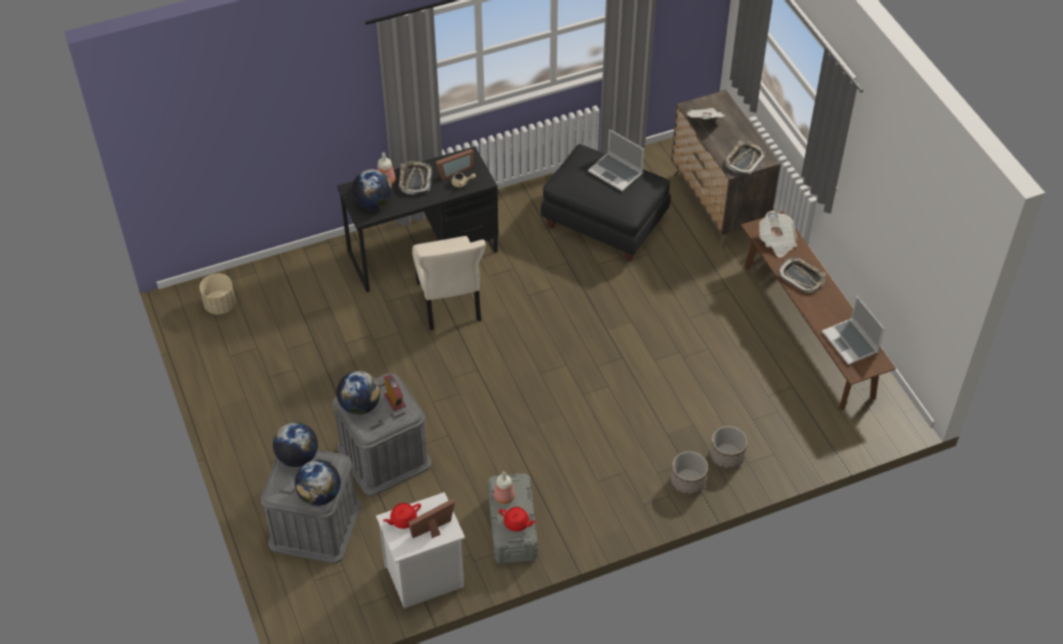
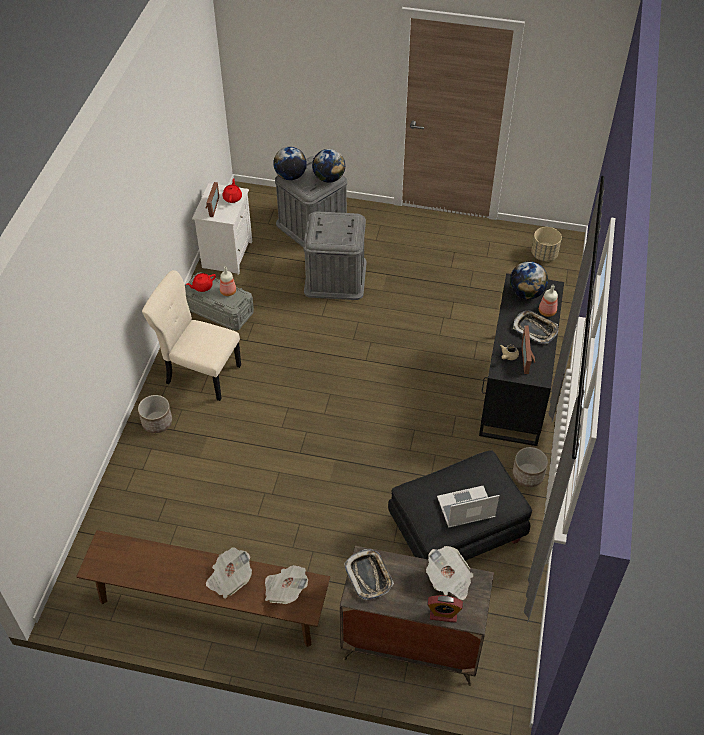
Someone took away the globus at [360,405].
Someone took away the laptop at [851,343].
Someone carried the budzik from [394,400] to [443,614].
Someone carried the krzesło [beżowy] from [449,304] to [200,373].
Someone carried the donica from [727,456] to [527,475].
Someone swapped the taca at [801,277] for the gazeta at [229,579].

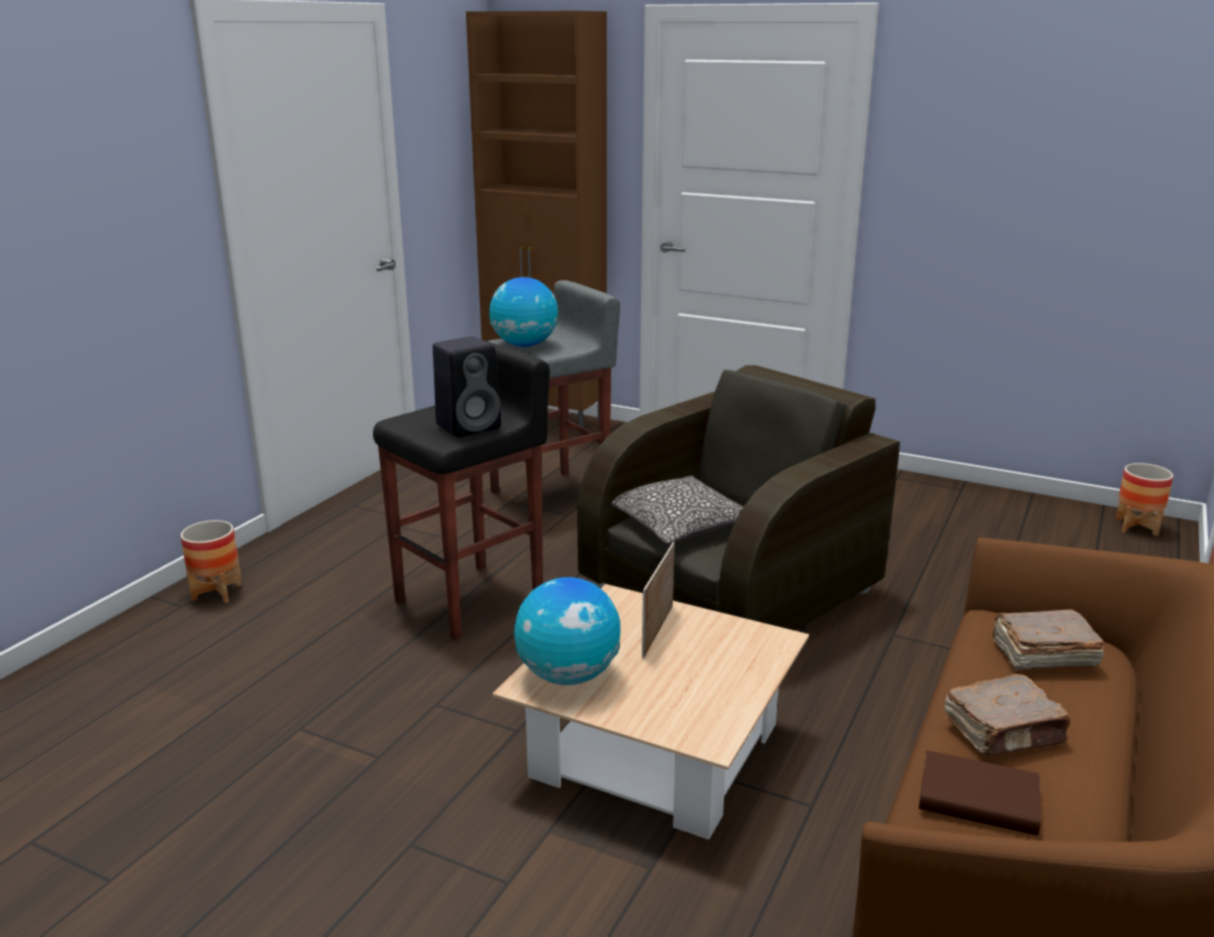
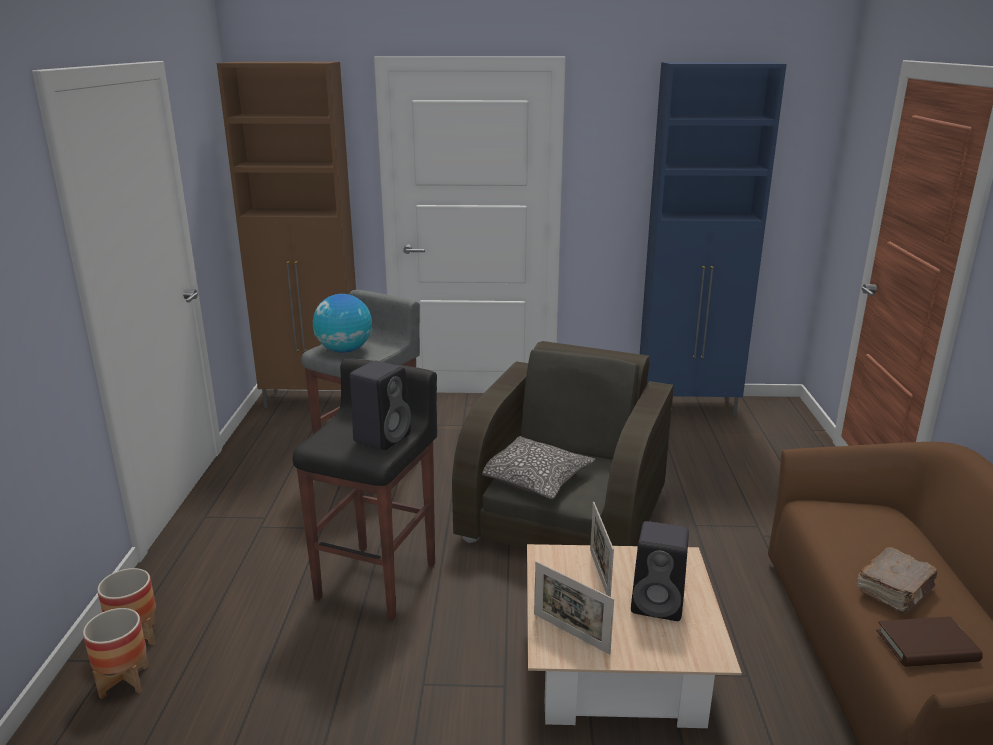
Someone took away the książka [brązowy] at [1042,655].
Someone put down the głośnik [czarny] at [659,604].
Someone put down the szafka [niebieski] at [688,407].
Someone carried the donica from [1136,527] to [124,681].
Someone swapped the globus at [568,676] for the ramka na zdjęcie at [571,633].

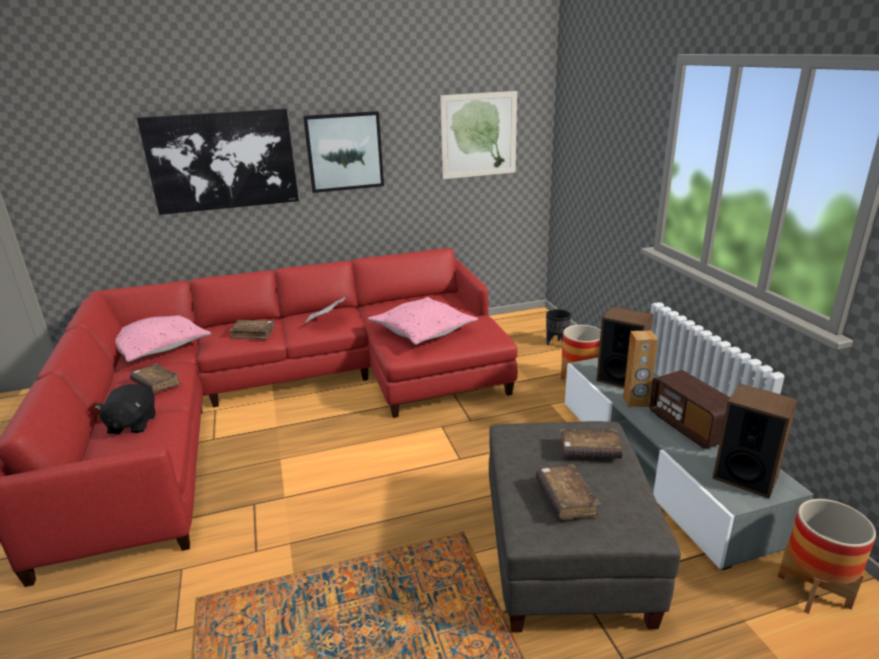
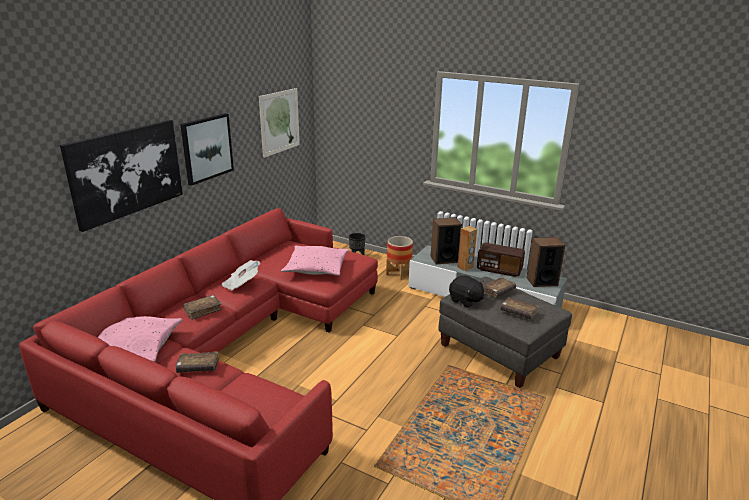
Someone took away the donica at [813,591].
Someone carried the pluszak [czarny] from [132,424] to [465,301].

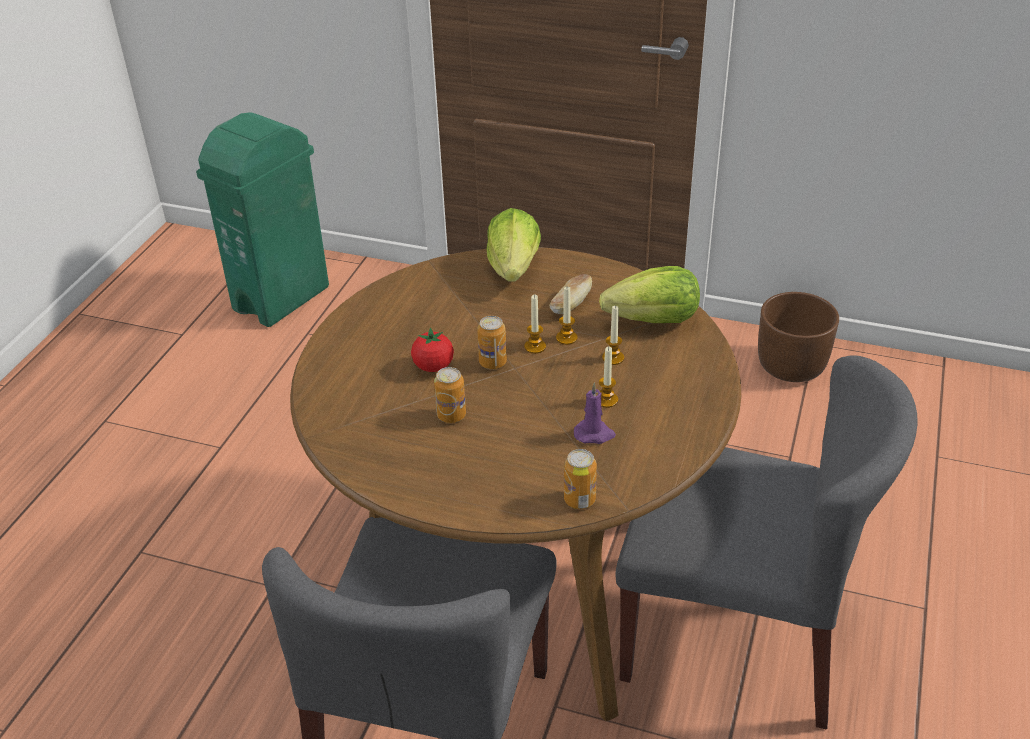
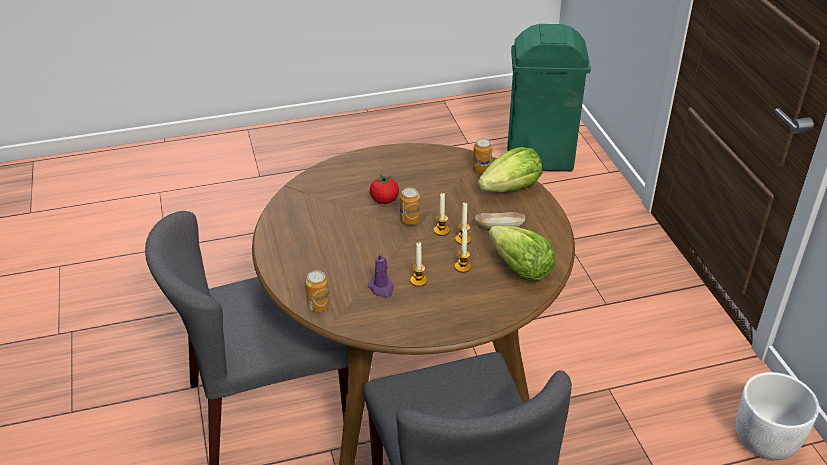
Someone carried the puszka from [451,415] to [481,170].
Someone repainted the donica [brązowy] at [790,366], which became the donica [biały] at [765,439].

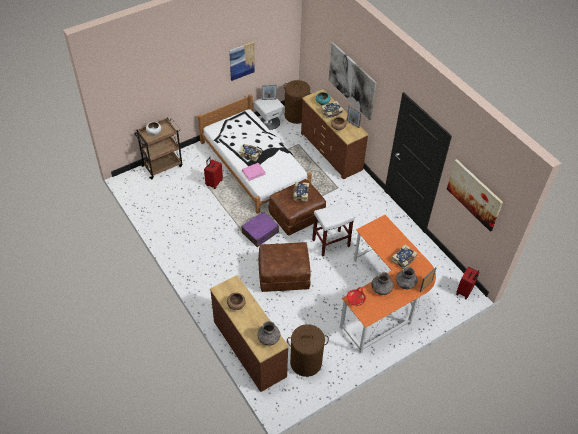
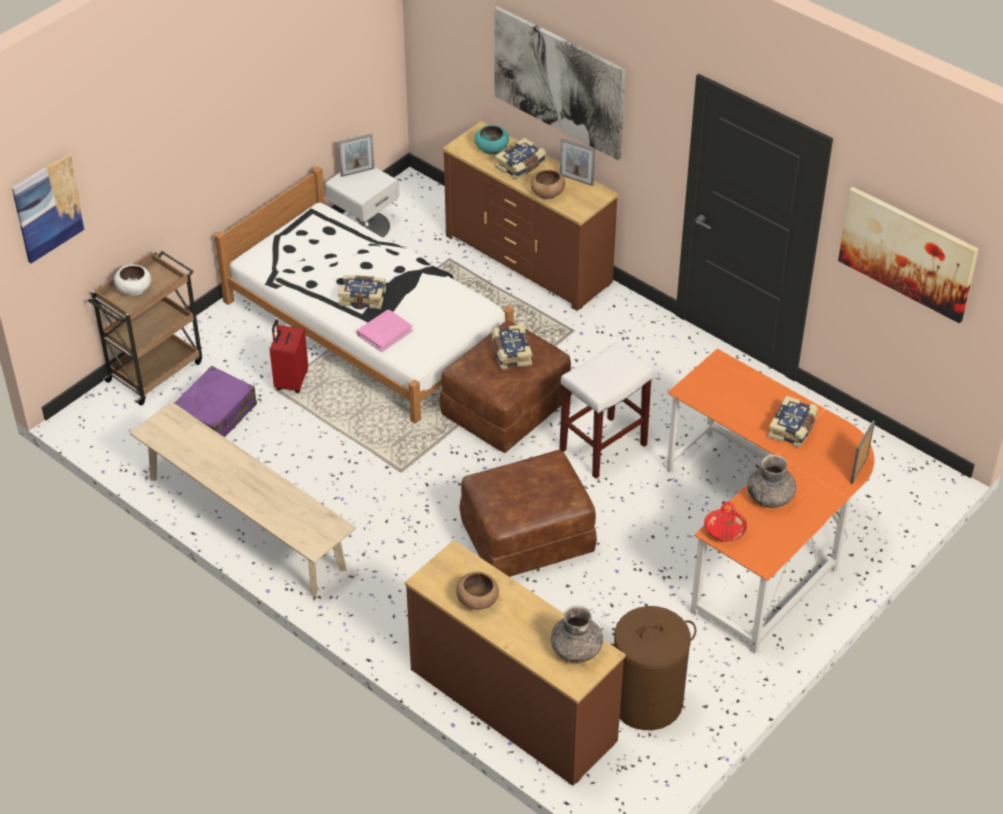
Someone took away the kosz na pranie [brązowy] at [296,115].
Someone took away the wazon [szary] at [405,283].
Someone took away the walizka [czerwony] at [464,291].
Someone put down the ławka [beżowy] at [246,523].
Someone carried the obraz from [242,61] to [48,208].
Someone carried the walizka [fioletowy] from [260,233] to [216,414].

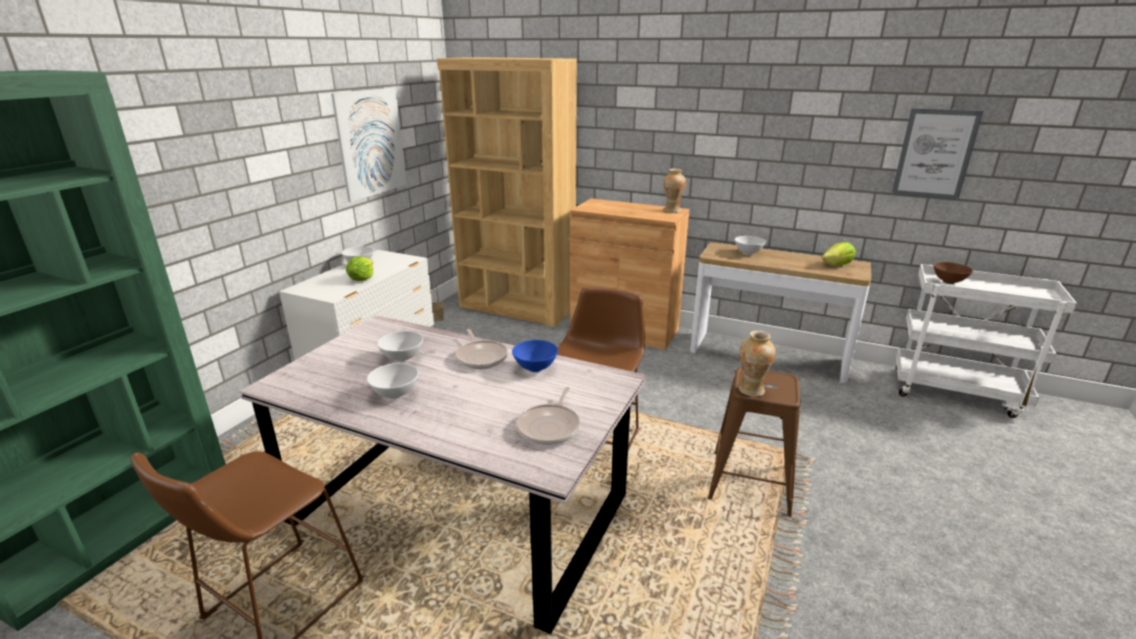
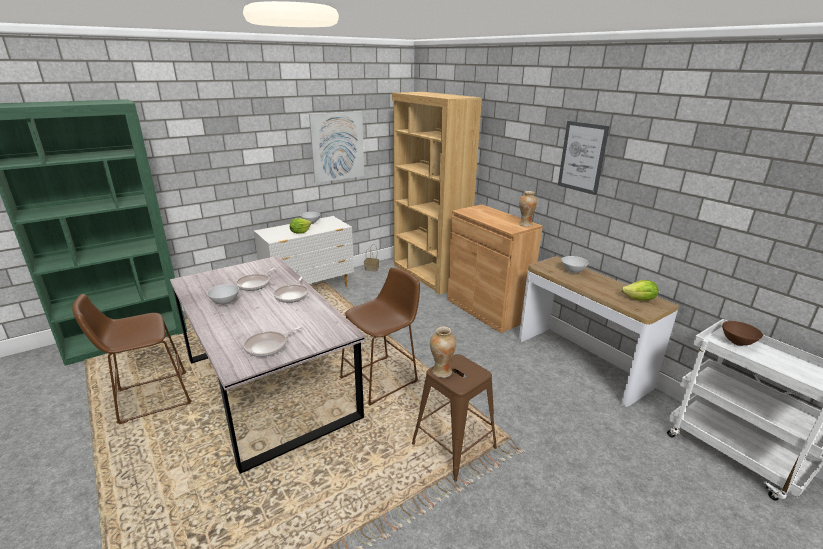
Someone took away the miska [niebieski] at [535,368].
Someone carried the obraz from [935,154] to [582,157].
Someone swapped the miska [biały] at [403,358] for the patelnia at [255,284].

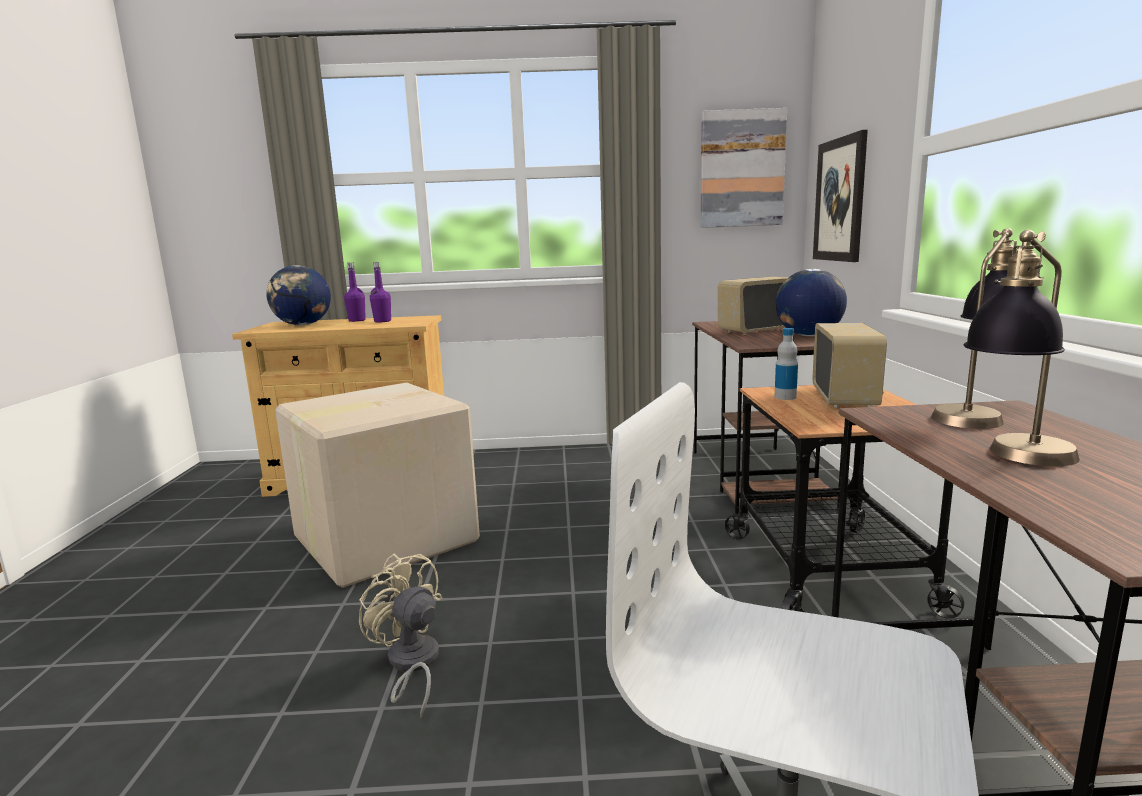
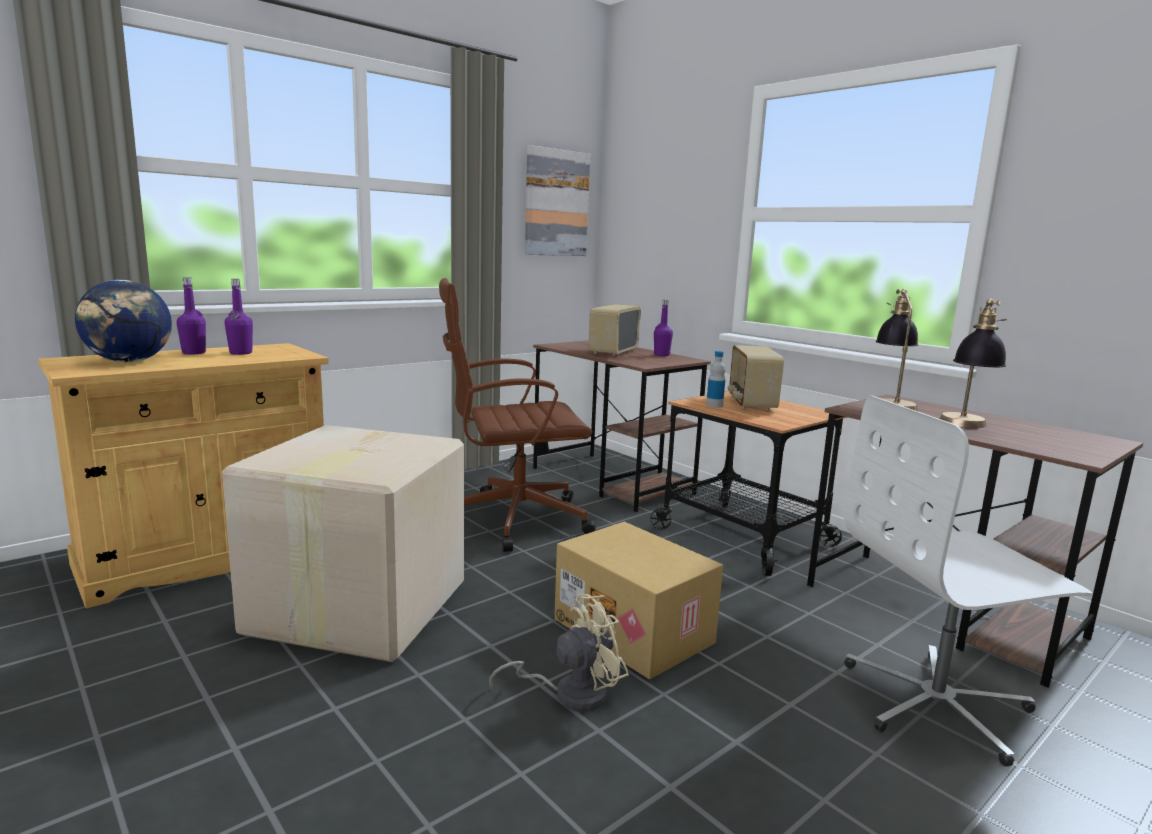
Someone took away the obraz at [840,200].
Someone put down the krzesło biurowe [brązowy] at [512,519].
Someone put down the karton at [635,630].
Someone swapped the globus at [808,335] for the butelka [fioletowy] at [661,355].
Someone rotated the wentylator [beżowy] at [411,665] by 150 degrees clockwise.
Someone rotated the radio at [845,399] by 150 degrees counterclockwise.

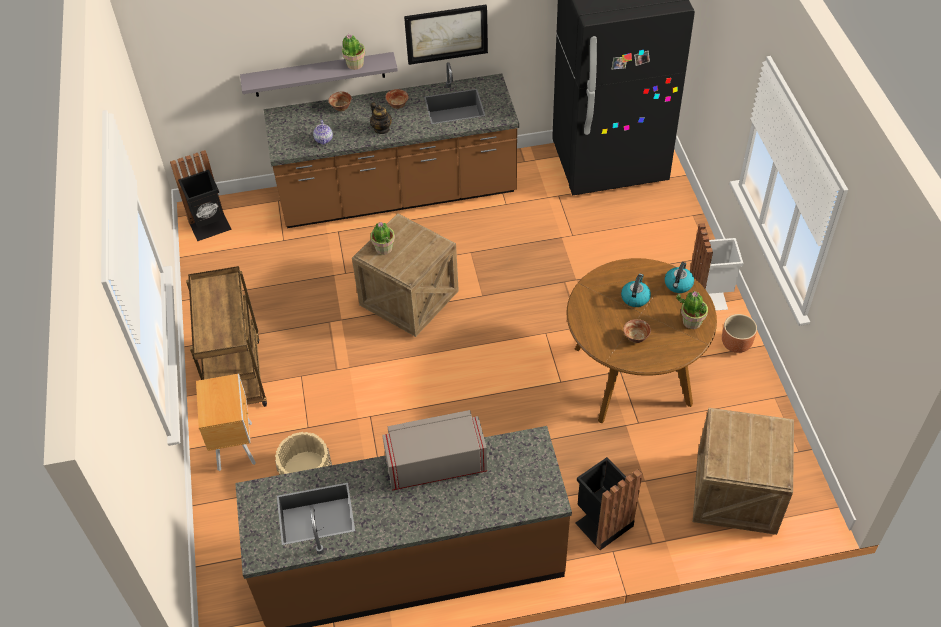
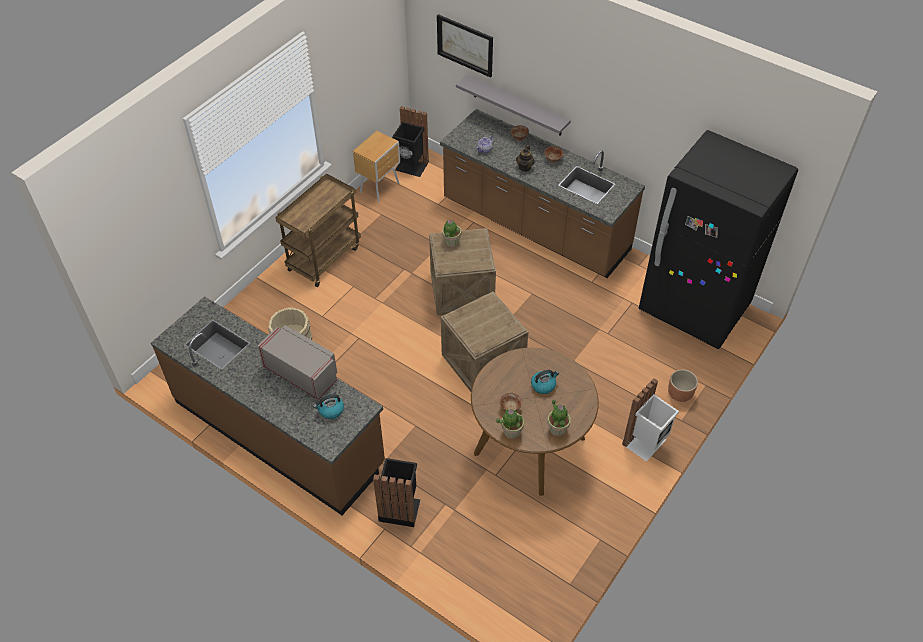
Someone carried the szafka nocna [brązowy] from [236,445] to [380,187].
Someone carried the roślina doniczkowa from [354,64] to [511,431].
Someone carried the obraz from [446,34] to [465,45].
Someone carried the czajnik from [678,285] to [330,410].
Someone carried the skrzynka from [736,494] to [483,363].
Someone carried the donica [brązowy] from [736,343] to [680,394].

